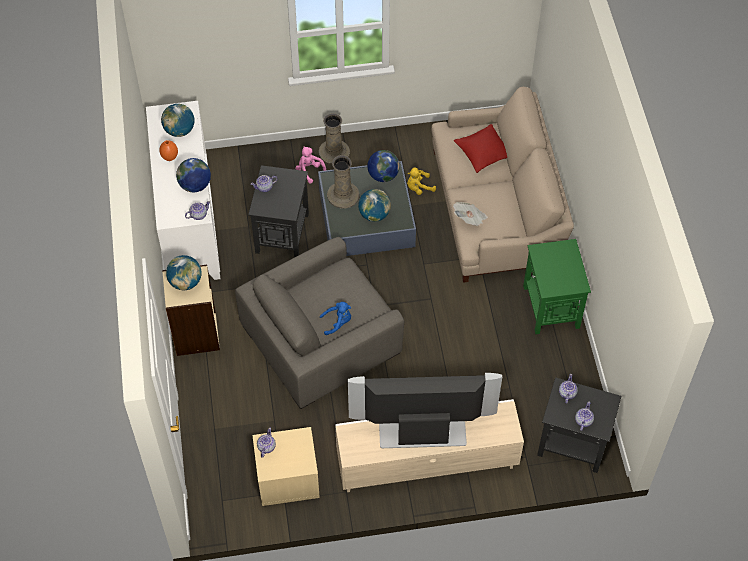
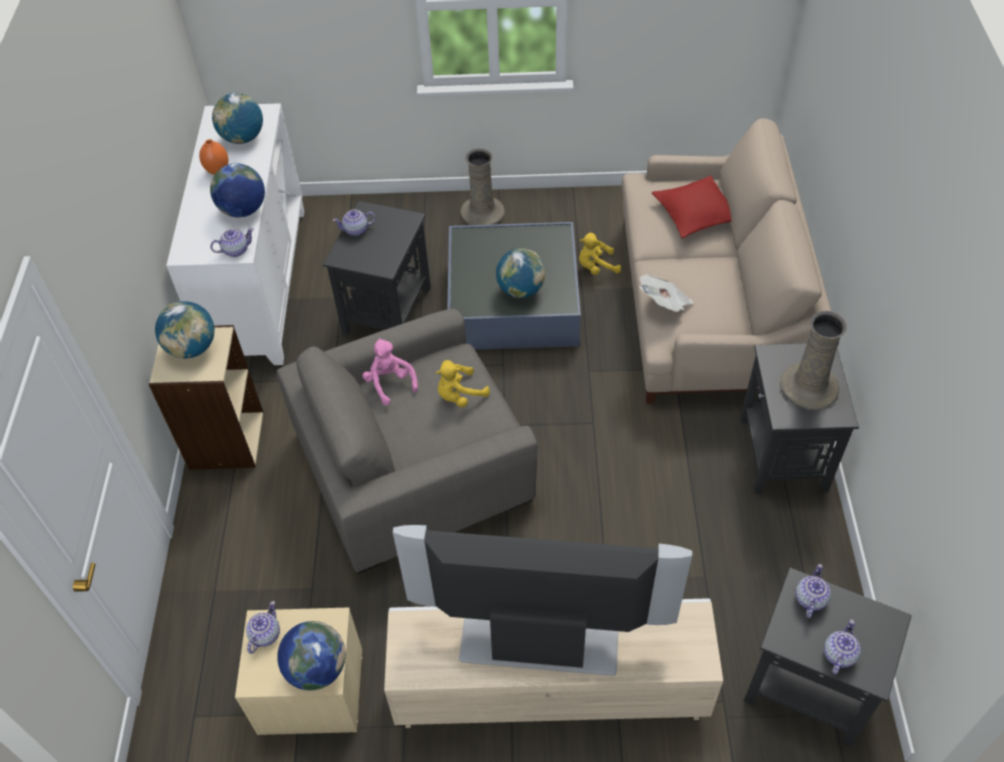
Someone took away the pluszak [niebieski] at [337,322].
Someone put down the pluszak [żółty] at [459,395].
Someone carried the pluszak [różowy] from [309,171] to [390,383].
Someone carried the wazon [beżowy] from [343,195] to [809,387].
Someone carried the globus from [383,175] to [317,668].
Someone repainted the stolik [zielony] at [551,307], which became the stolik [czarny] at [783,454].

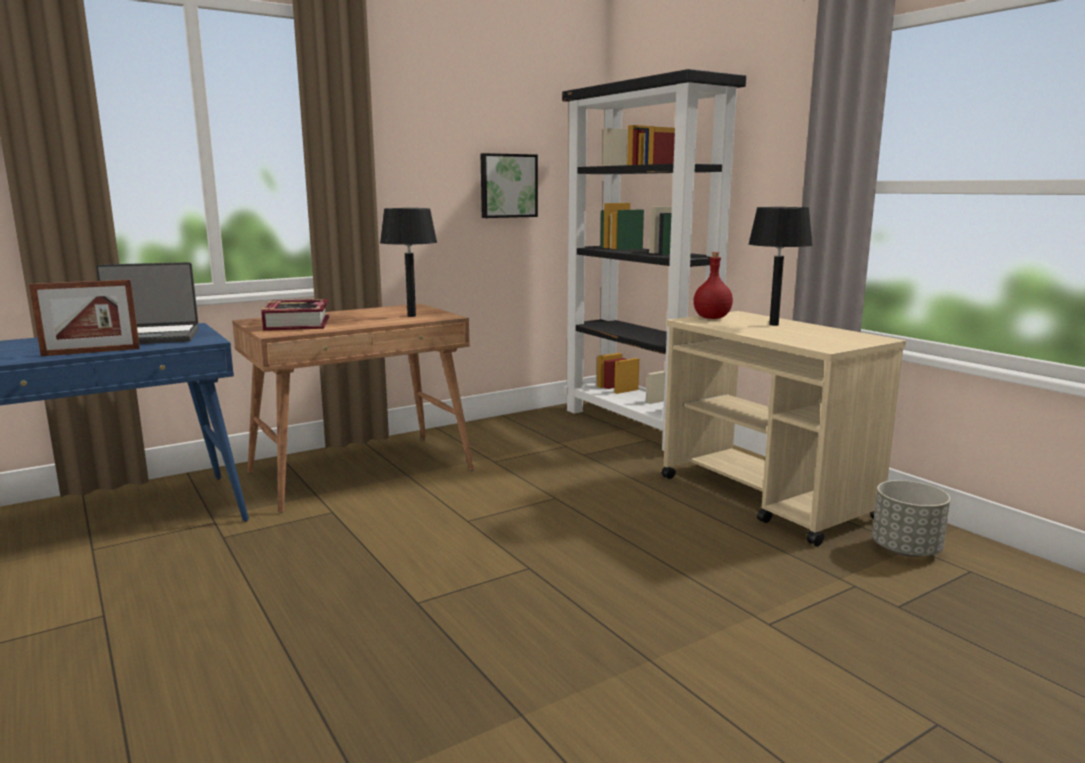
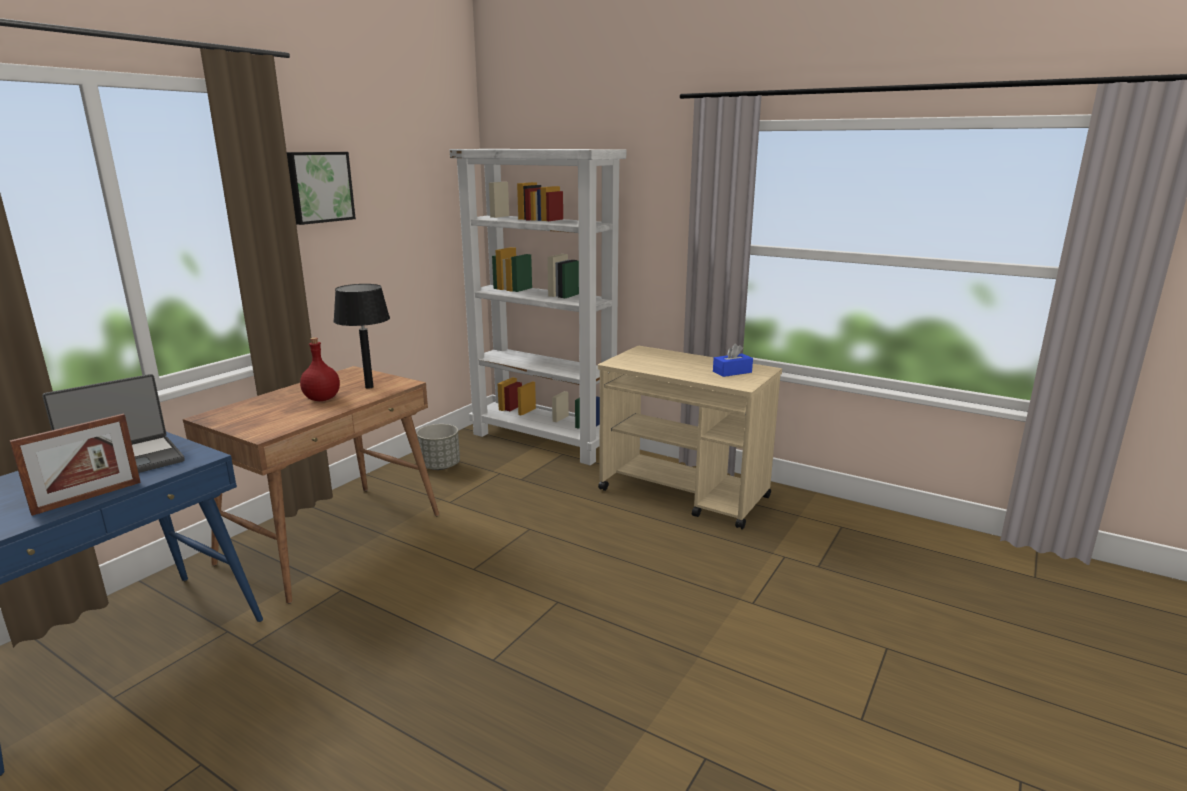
Someone took away the książka at [296,323].
Someone took away the lampa stołowa [czarny] at [774,324].
Someone put down the pudełko chusteczek [niebieski] at [732,372].
Someone carried the obraz from [507,186] to [319,187].
Someone carried the butelka [czerwony] from [711,318] to [321,399].
Someone carried the donica [szary] from [906,550] to [440,466].
Someone repainted the regał [czarny] at [638,426], which became the regał [biały] at [545,441].

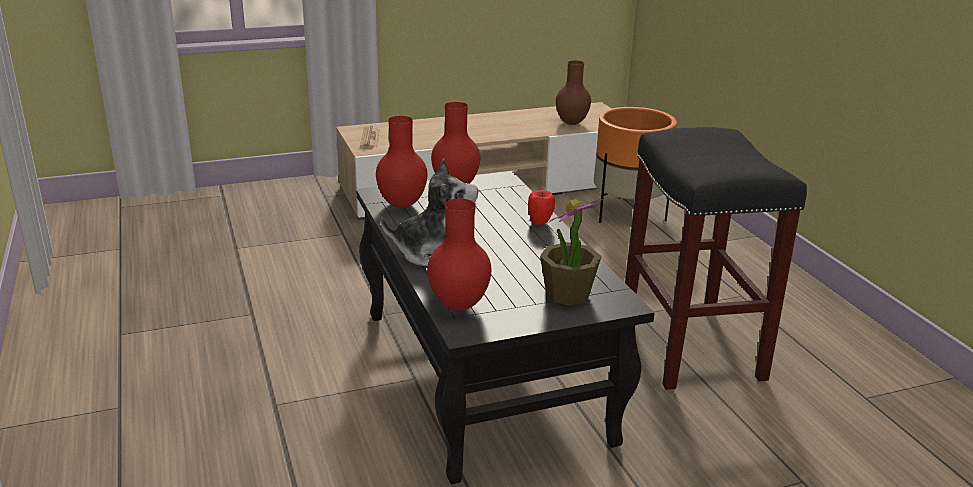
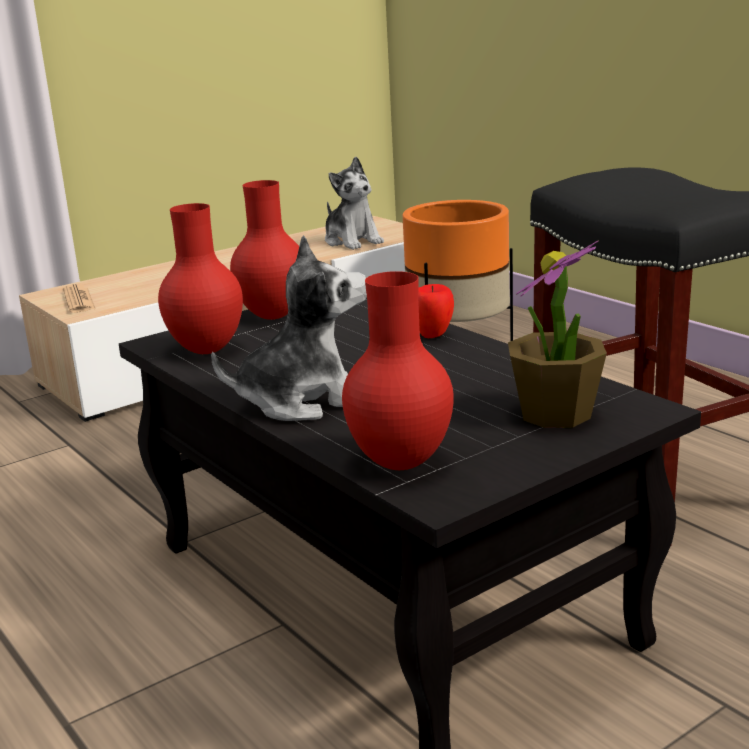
Someone swapped the wazon [brązowy] at [572,123] for the pluszak at [352,241].

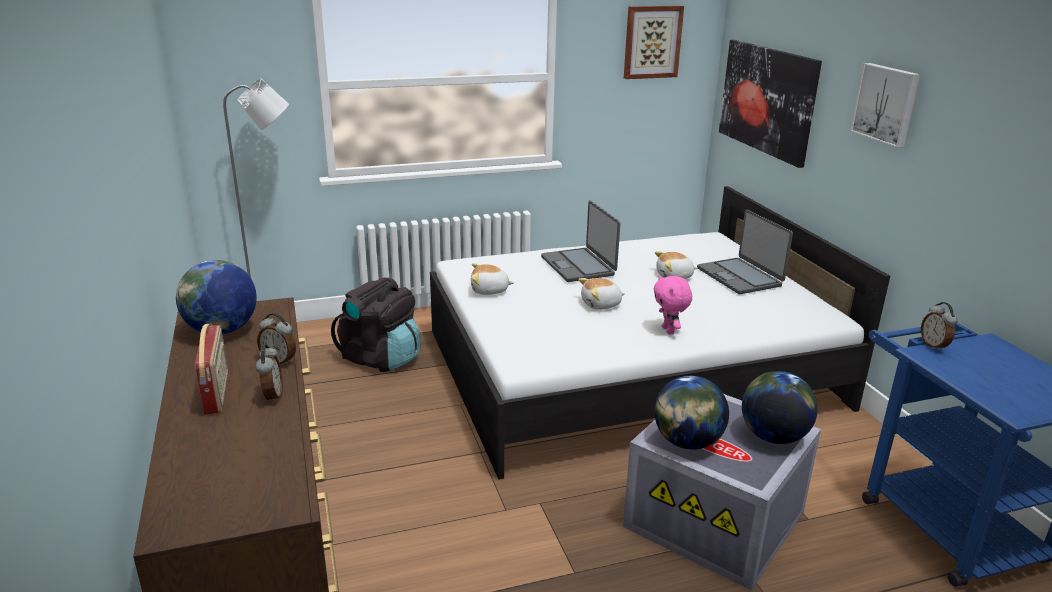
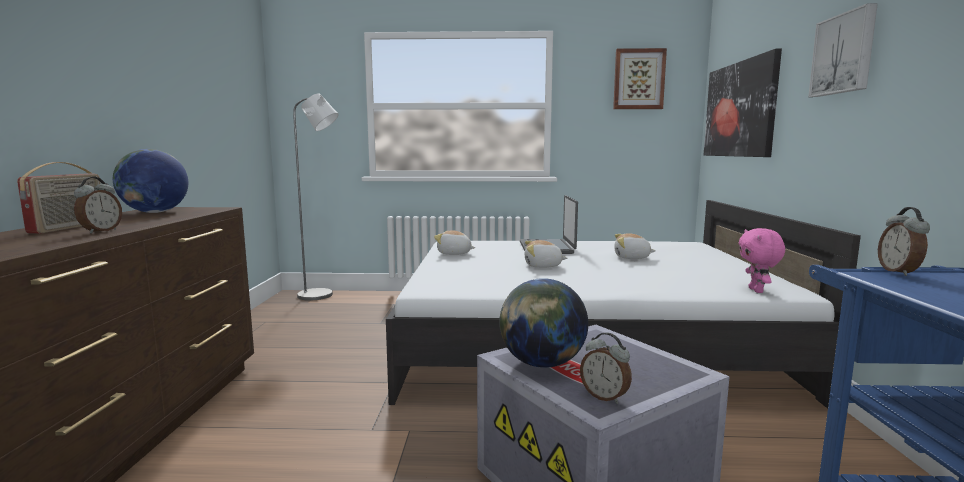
Someone took away the plecak [czarny] at [381,358].
Someone took away the laptop at [740,277].
Someone took away the globus at [773,436].
Someone carried the budzik from [279,361] to [605,397].
Someone carried the pluszak [różowy] from [669,331] to [757,290].

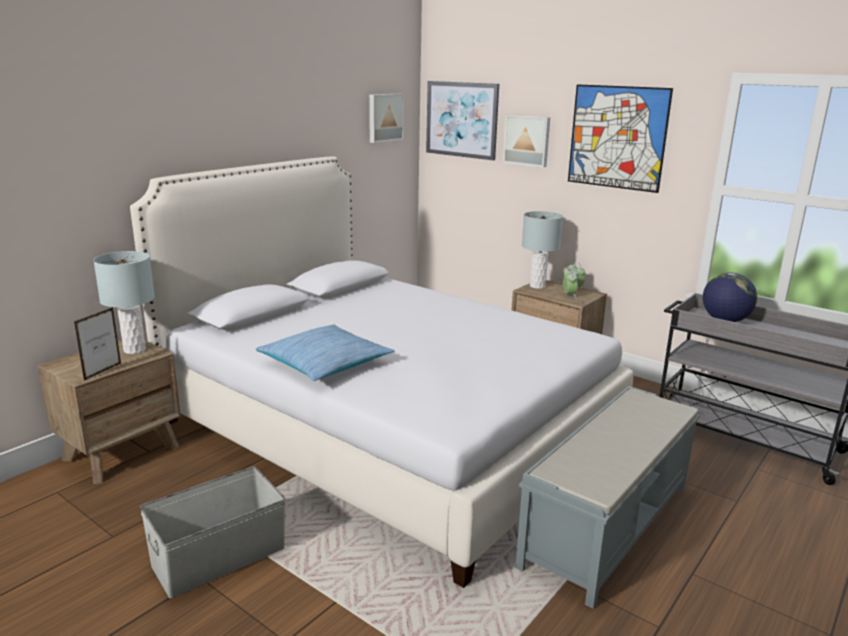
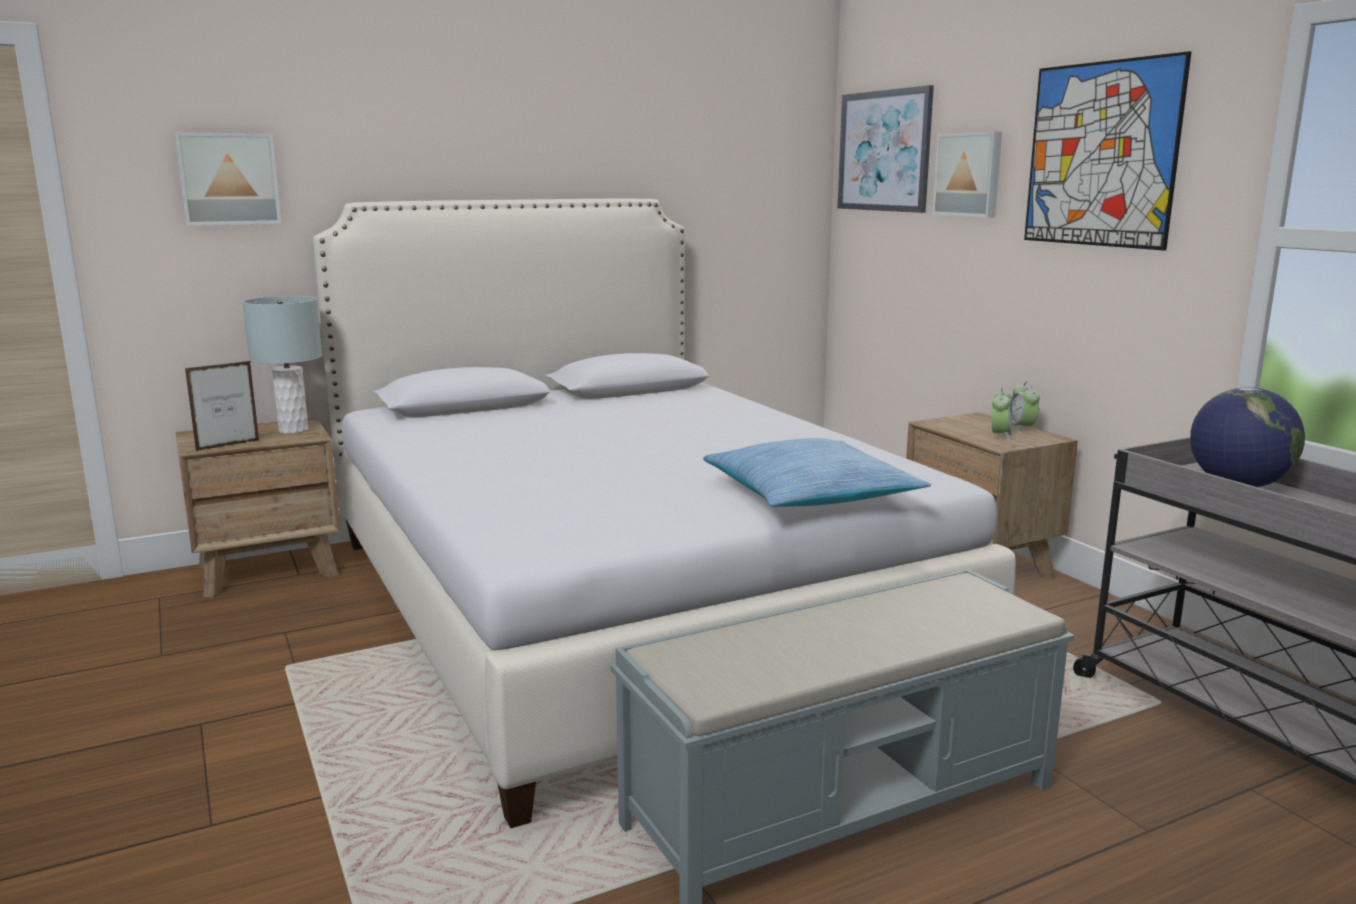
Someone took away the pojemnik do przechowywania [szary] at [218,557].
Someone took away the lampa stołowa [szary] at [537,286].
Someone carried the poduszka from [325,363] to [810,495].
Someone carried the obraz from [384,117] to [228,179].

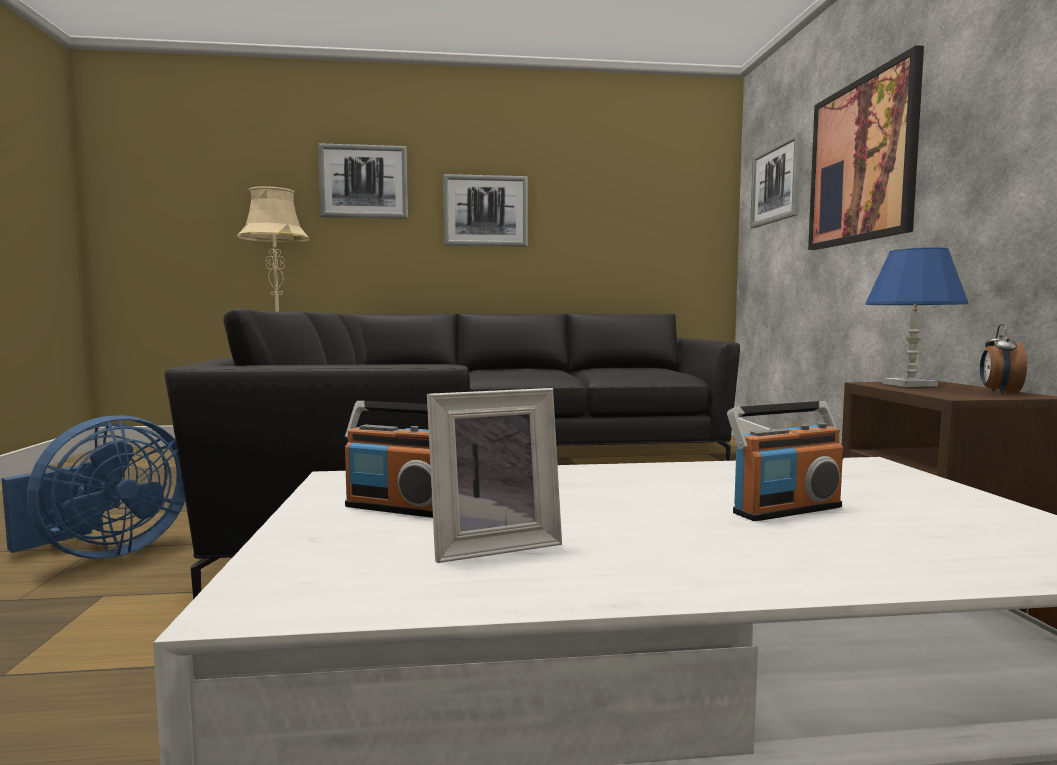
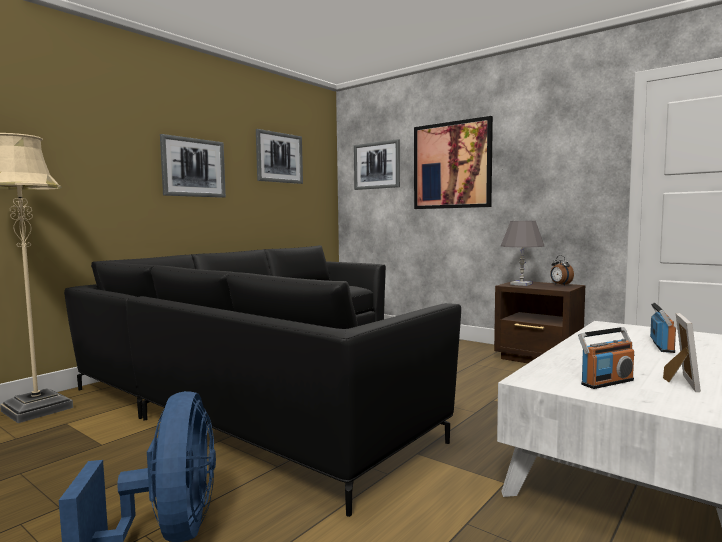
Someone carried the obraz from [363,182] to [279,157].
Someone repainted the lampa stołowa [niebieski] at [910,385], which became the lampa stołowa [szary] at [521,284].

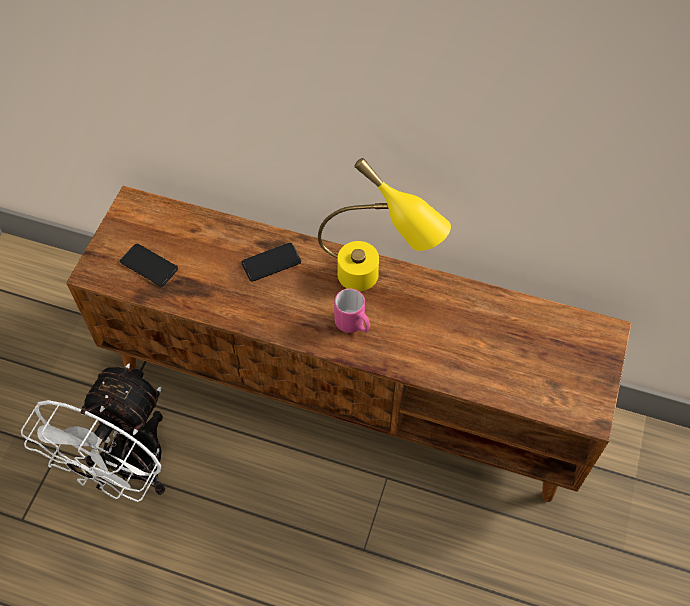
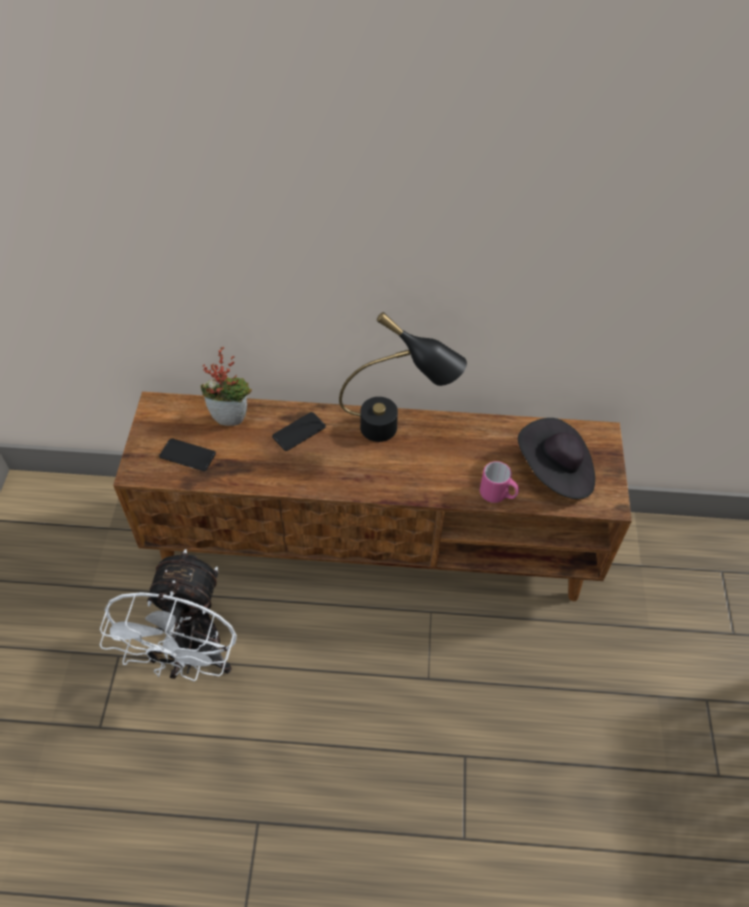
Someone put down the roślina doniczkowa at [232,417].
Someone put down the kapelusz [czarny] at [555,472].
Someone carried the kubek [różowy] from [353,325] to [498,495].
Someone repainted the lampa stołowa [żółty] at [376,282], which became the lampa stołowa [czarny] at [396,431].

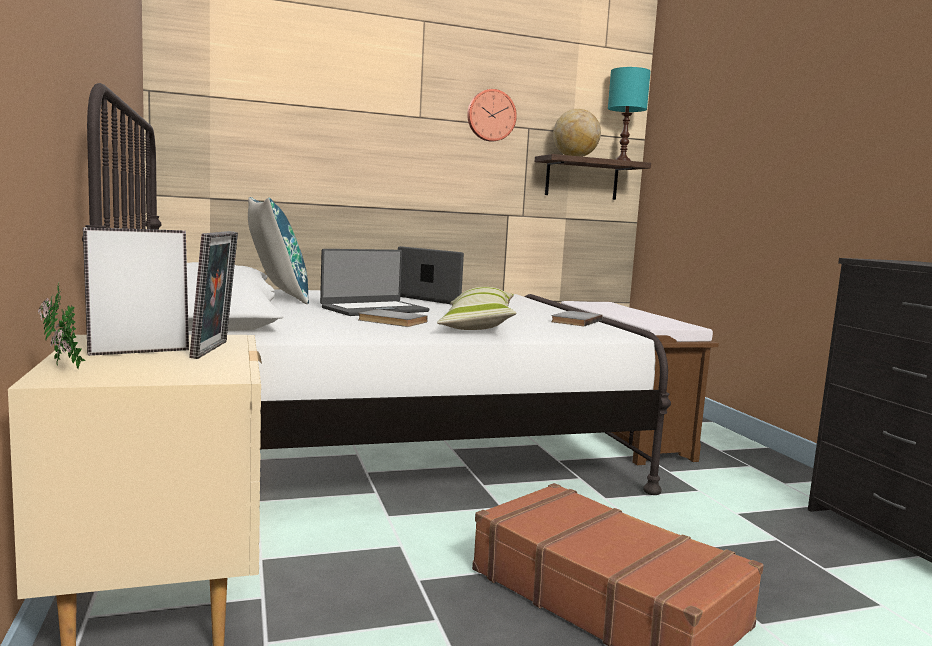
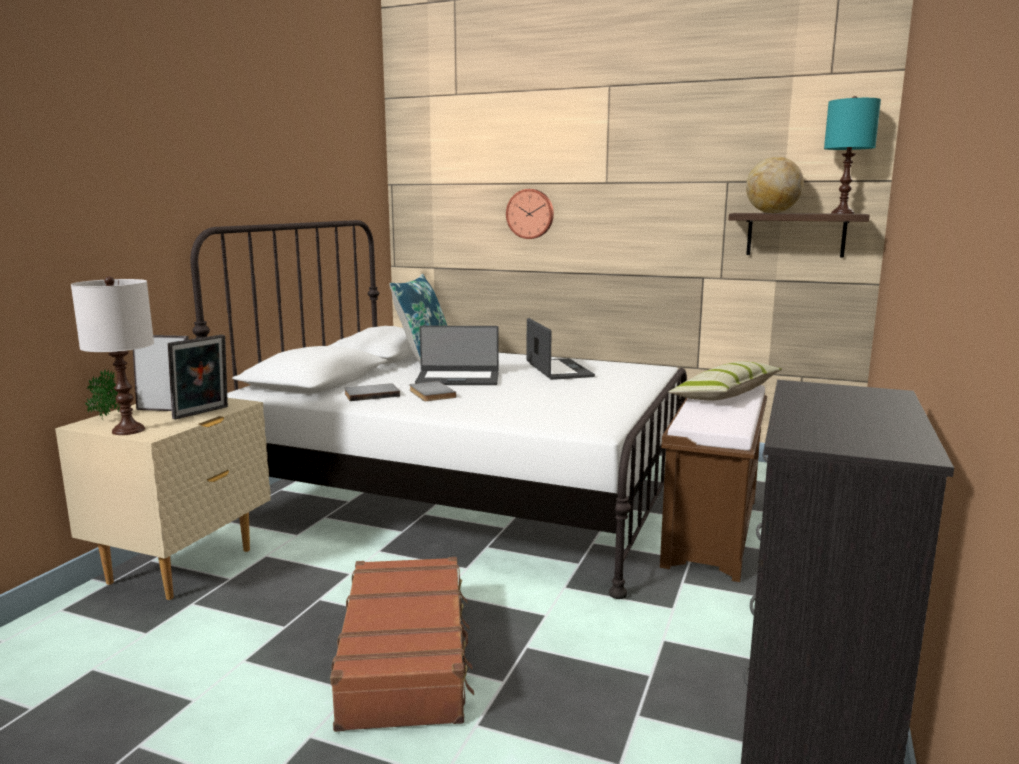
Someone put down the lampa stołowa [biały] at [129,430].
Someone carried the poduszka from [478,325] to [726,395].
Someone carried the zegar ścienny from [491,115] to [530,214].
Someone carried the książka [szary] from [574,321] to [371,394].

